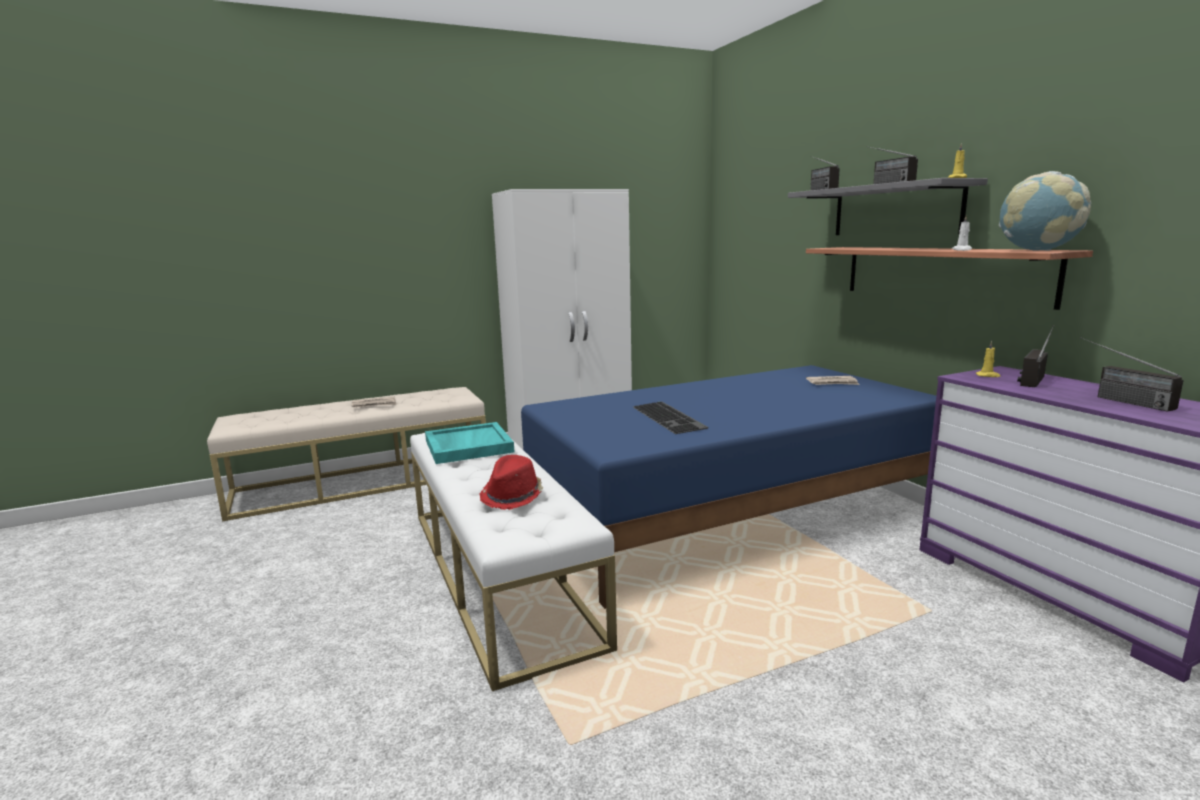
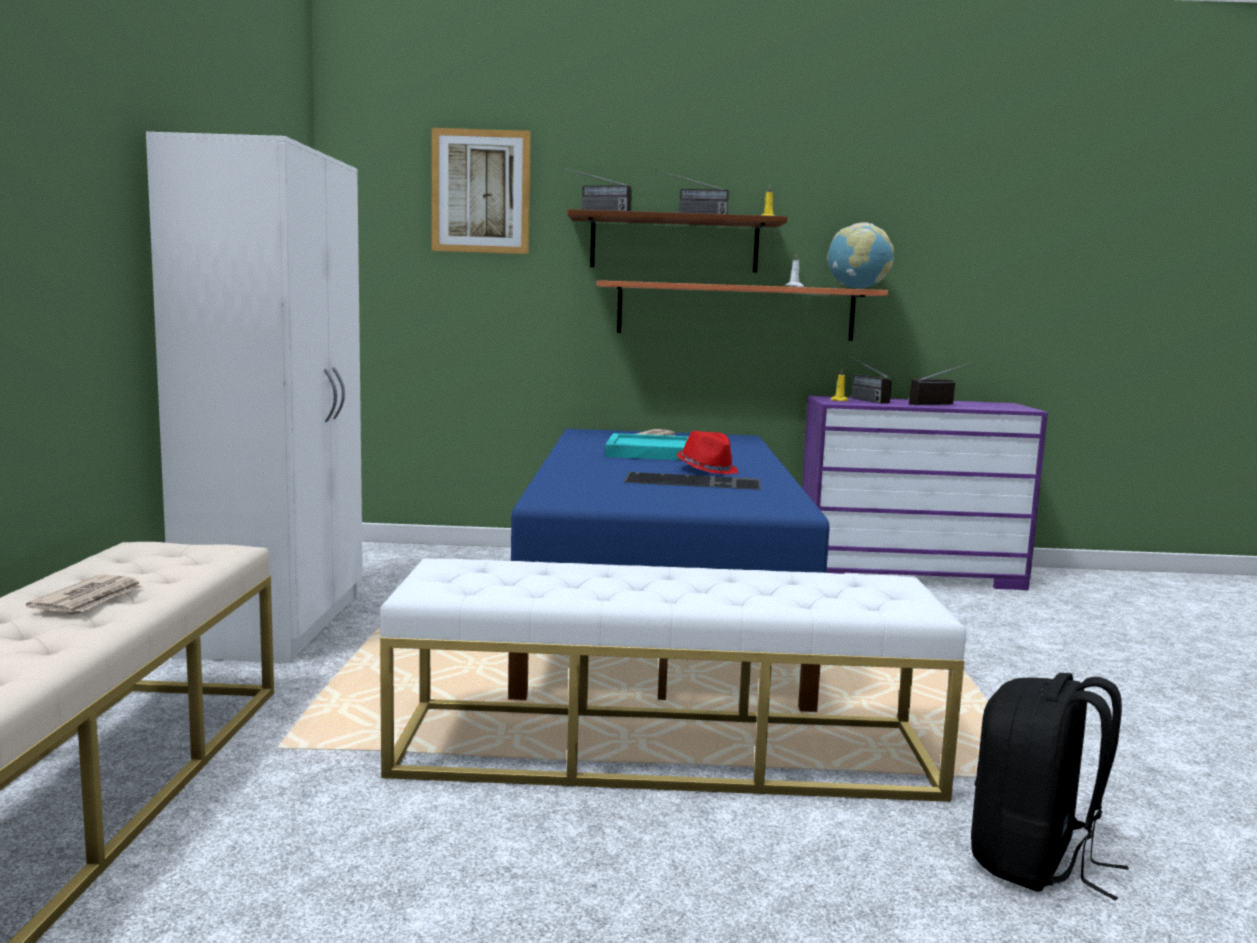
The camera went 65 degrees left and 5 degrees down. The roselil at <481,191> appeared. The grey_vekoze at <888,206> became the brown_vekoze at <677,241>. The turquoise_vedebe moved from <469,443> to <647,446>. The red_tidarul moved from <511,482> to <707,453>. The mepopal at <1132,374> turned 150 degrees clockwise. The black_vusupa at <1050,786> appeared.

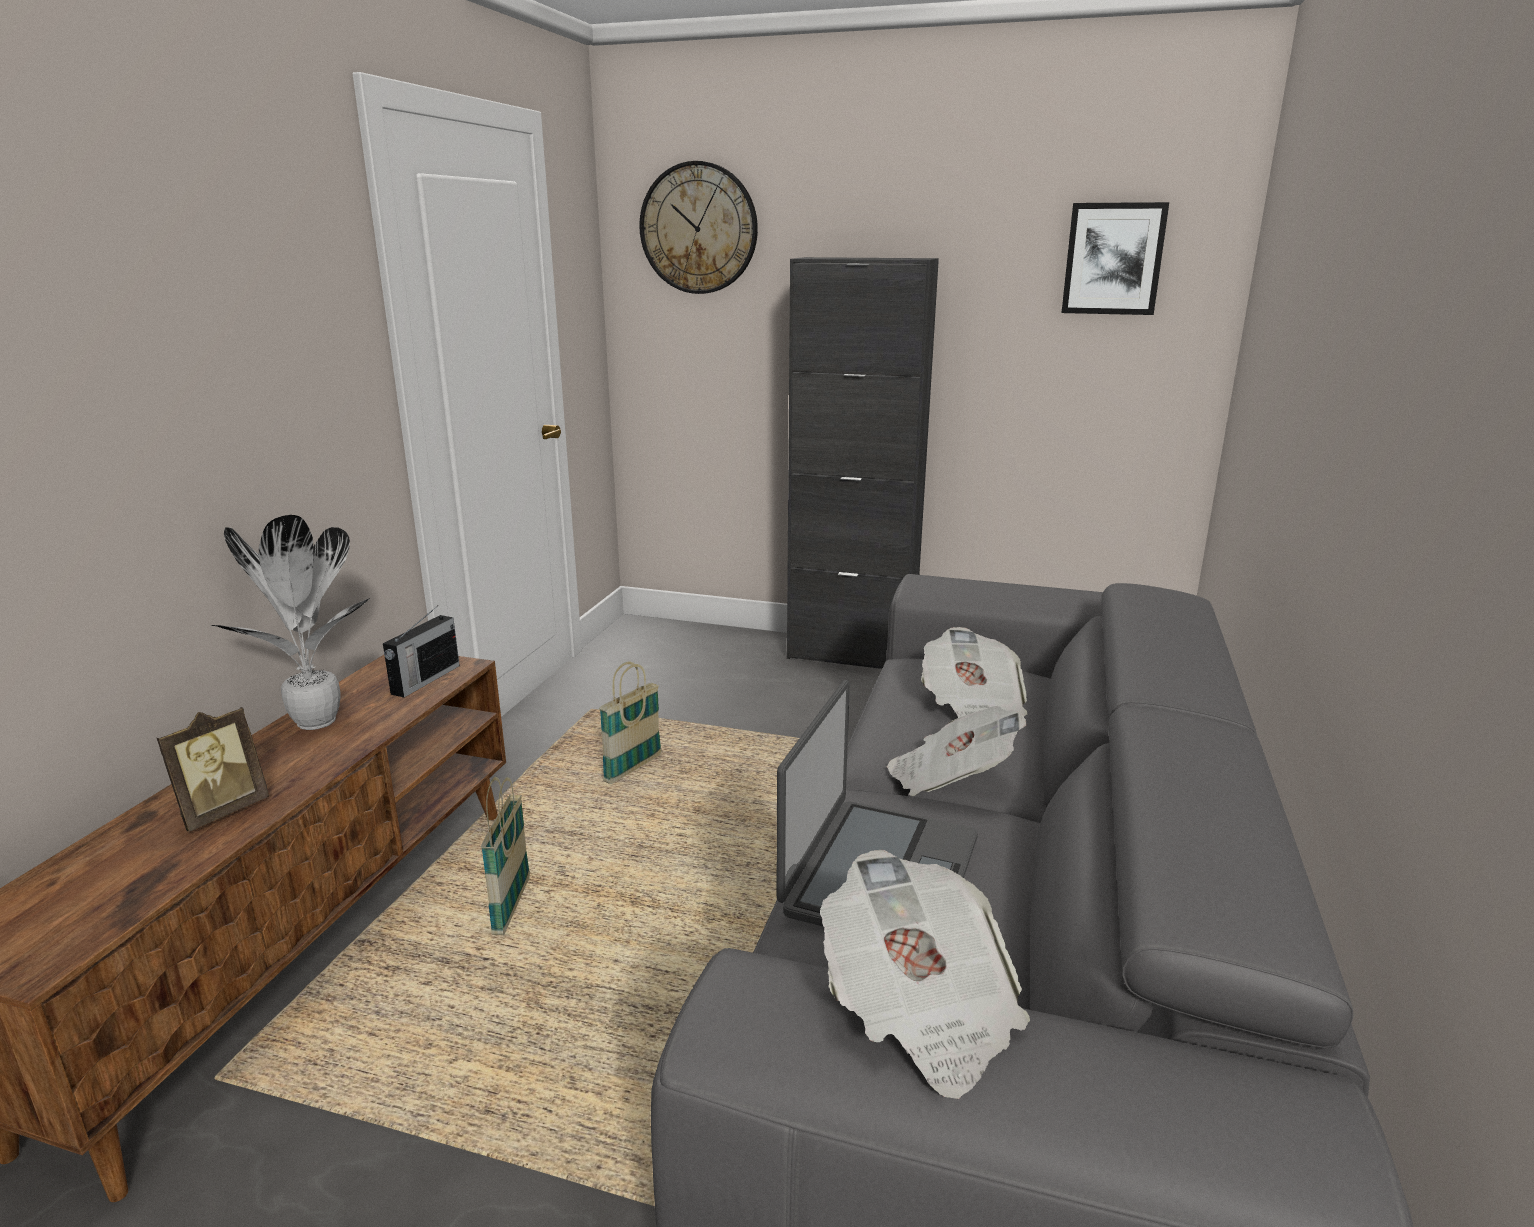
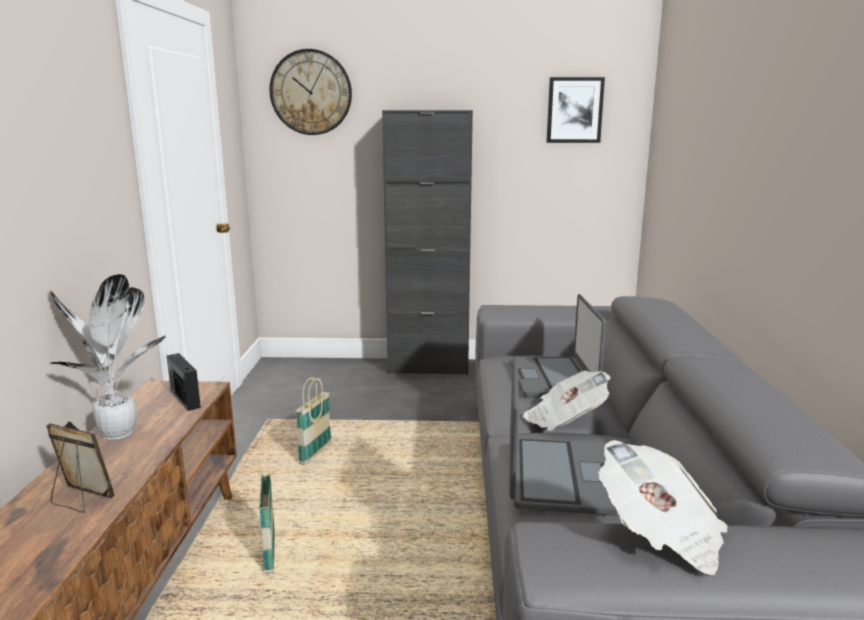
The camera went 15 degrees left and 5 degrees down. The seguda at <213,769> turned 90 degrees counterclockwise. The mepopal at <421,653> turned 135 degrees clockwise. The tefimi at <974,672> was replaced by the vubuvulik at <558,346>.

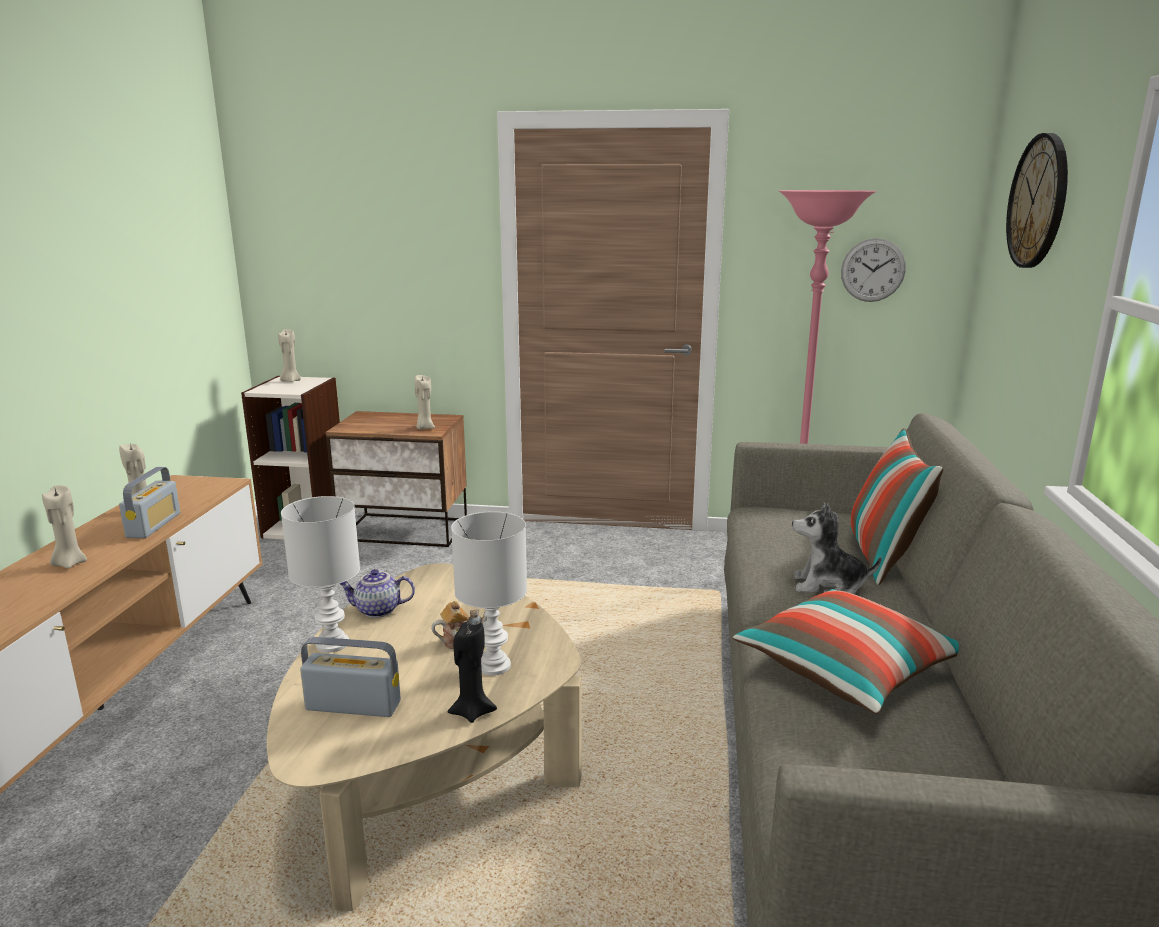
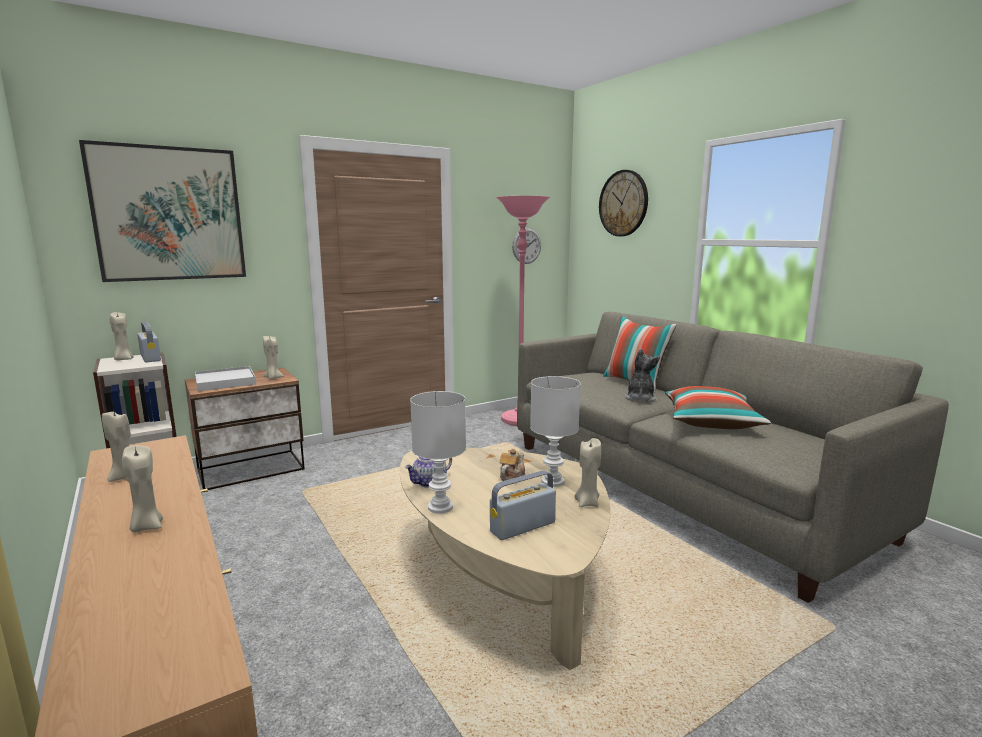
The camera went 40 degrees left and 5 degrees down. The roselil at <162,211> appeared. The mepopal moved from <149,502> to <149,342>. The white_vedebe at <225,378> appeared. The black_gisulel at <472,672> became the beige_gisulel at <587,472>. The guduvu at <836,548> turned 135 degrees clockwise.

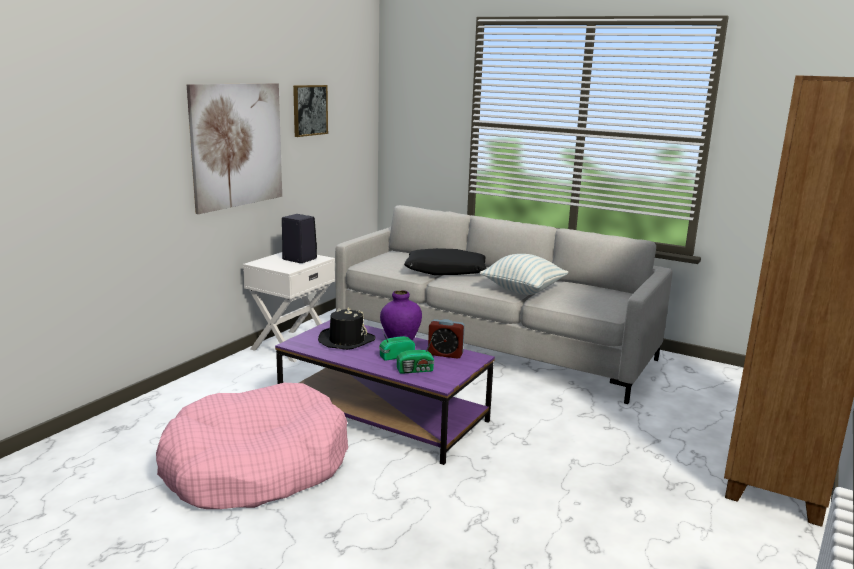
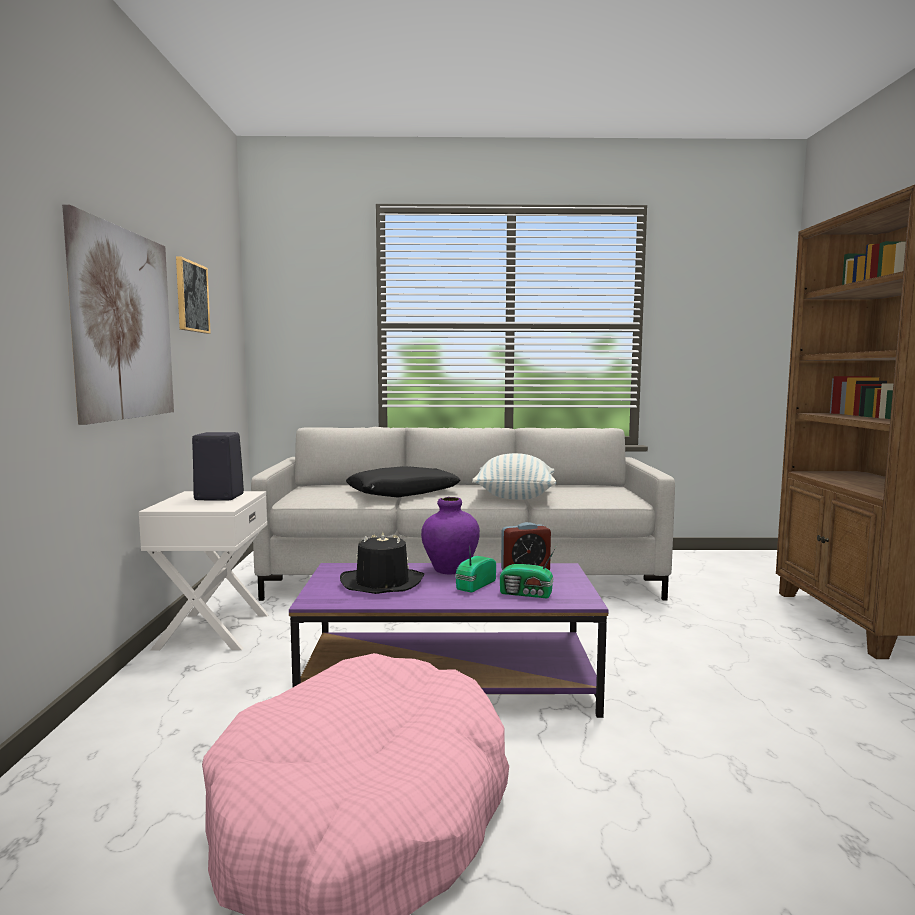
The camera went 30 degrees left and 10 degrees down. The mepopal at <416,354> turned 60 degrees clockwise.

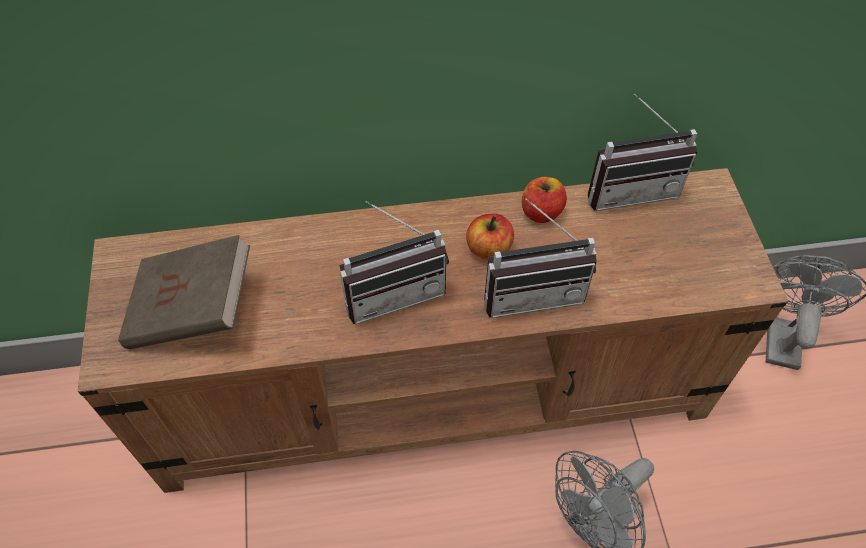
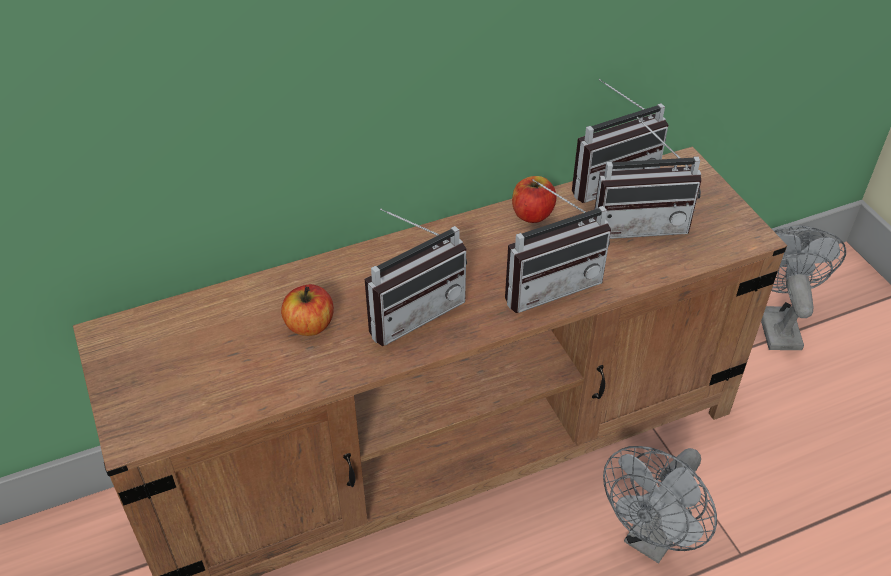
The camera went 15 degrees left and 10 degrees down. The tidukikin moved from <490,236> to <307,310>. The mepopal at <648,178> appeared. The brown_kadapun at <184,292> disappeared.

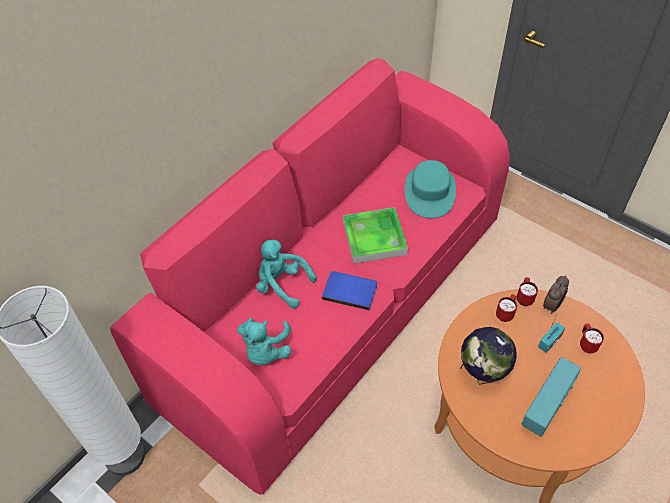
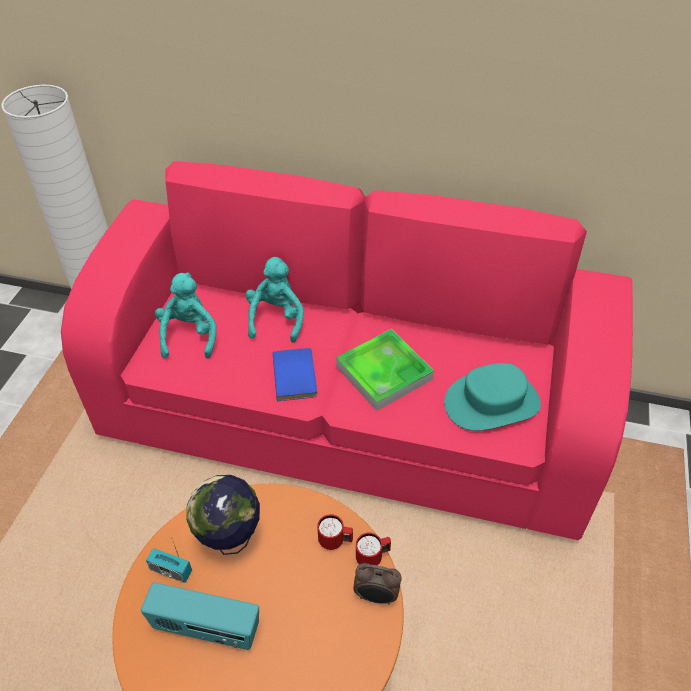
The camera went 65 degrees right and 5 degrees down. The mepopal moved from <551,332> to <169,562>. The turquoise_guduvu at <264,341> turned 105 degrees clockwise. The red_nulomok at <592,338> disappeared.

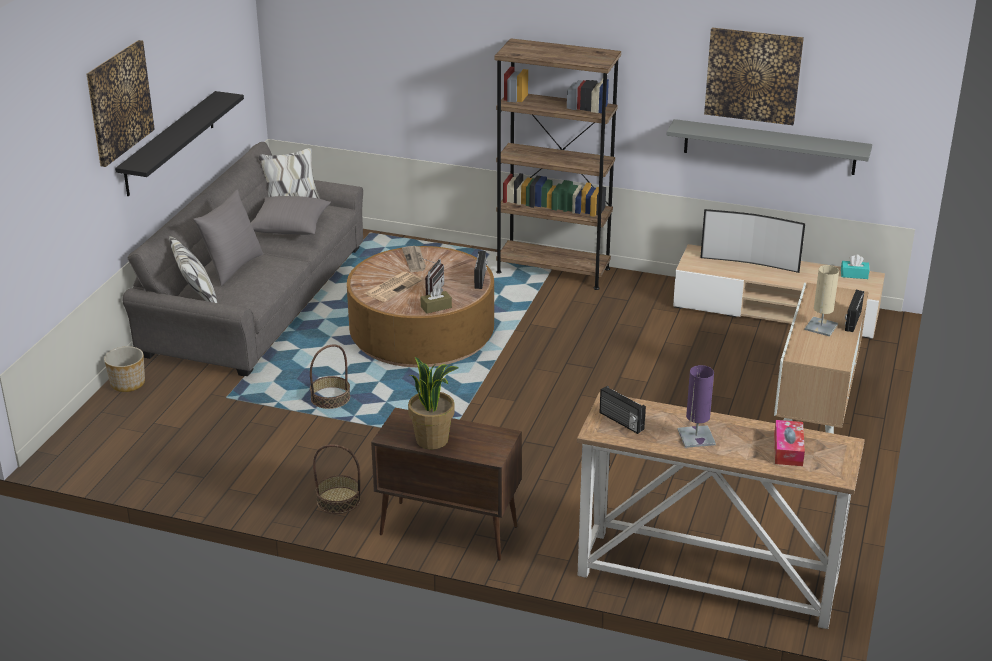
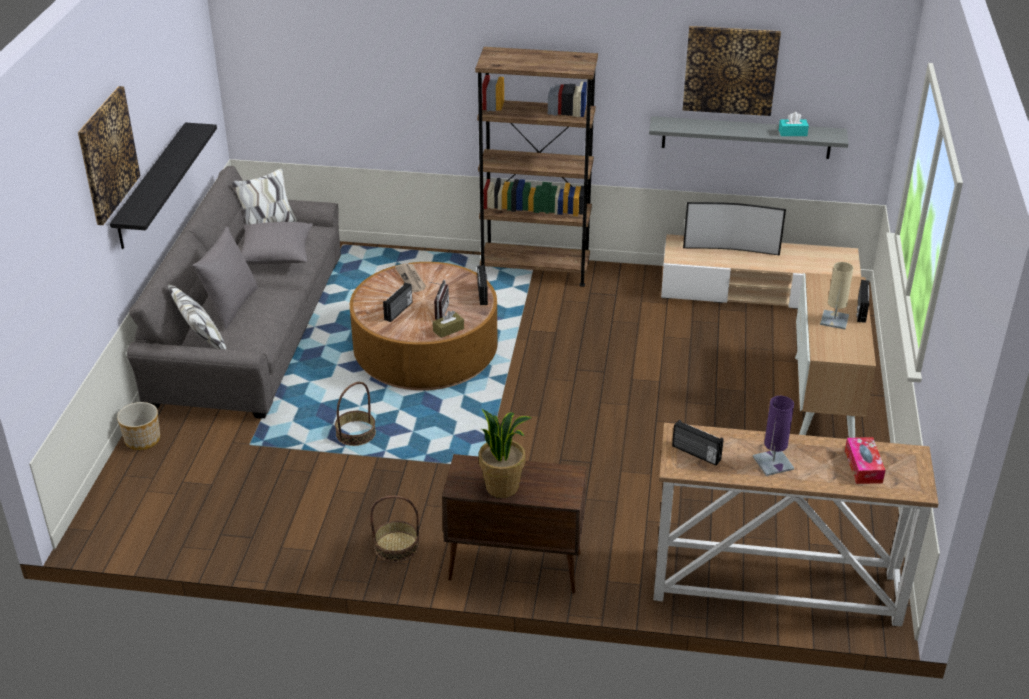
The camera went 10 degrees left and 5 degrees up. The tefimi at <393,287> was replaced by the mepopal at <397,302>. The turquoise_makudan moved from <855,267> to <794,124>.

